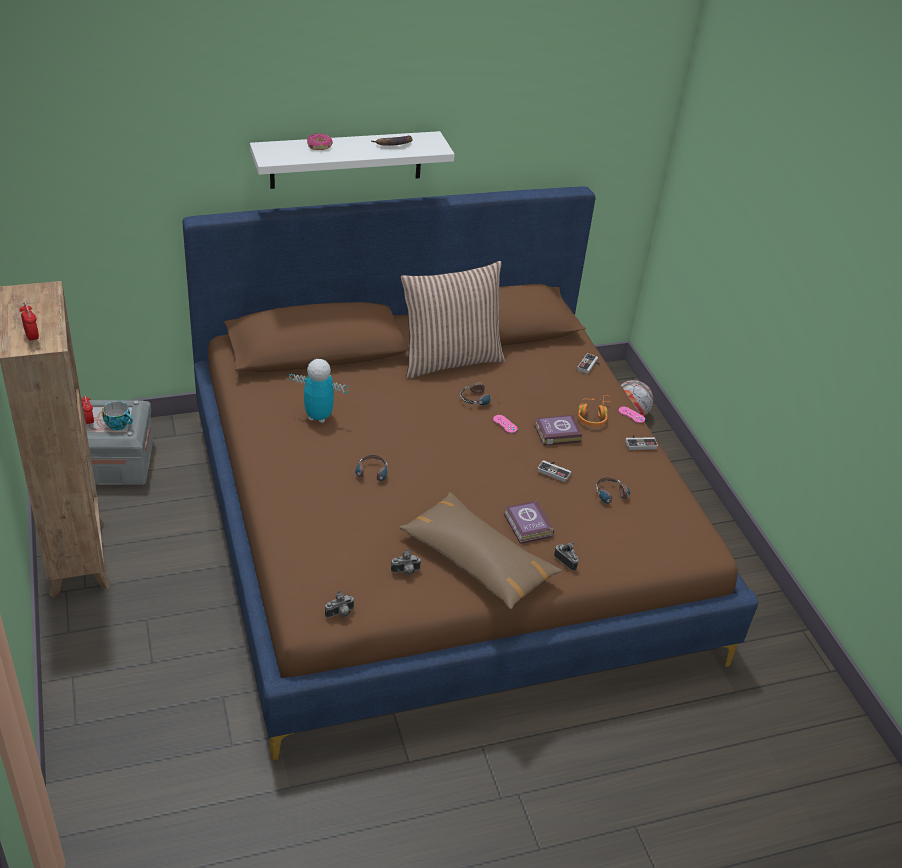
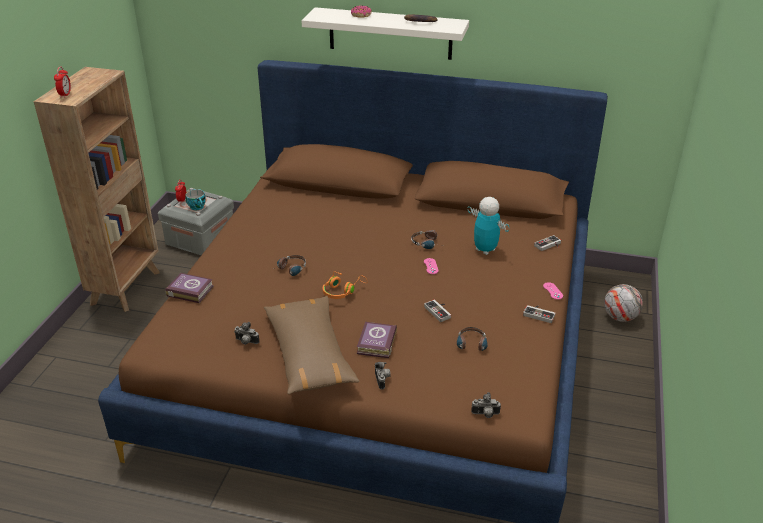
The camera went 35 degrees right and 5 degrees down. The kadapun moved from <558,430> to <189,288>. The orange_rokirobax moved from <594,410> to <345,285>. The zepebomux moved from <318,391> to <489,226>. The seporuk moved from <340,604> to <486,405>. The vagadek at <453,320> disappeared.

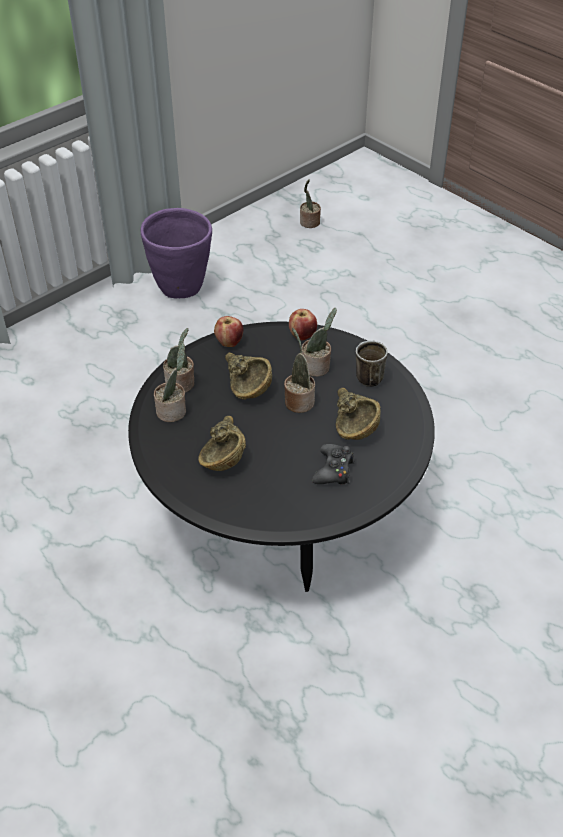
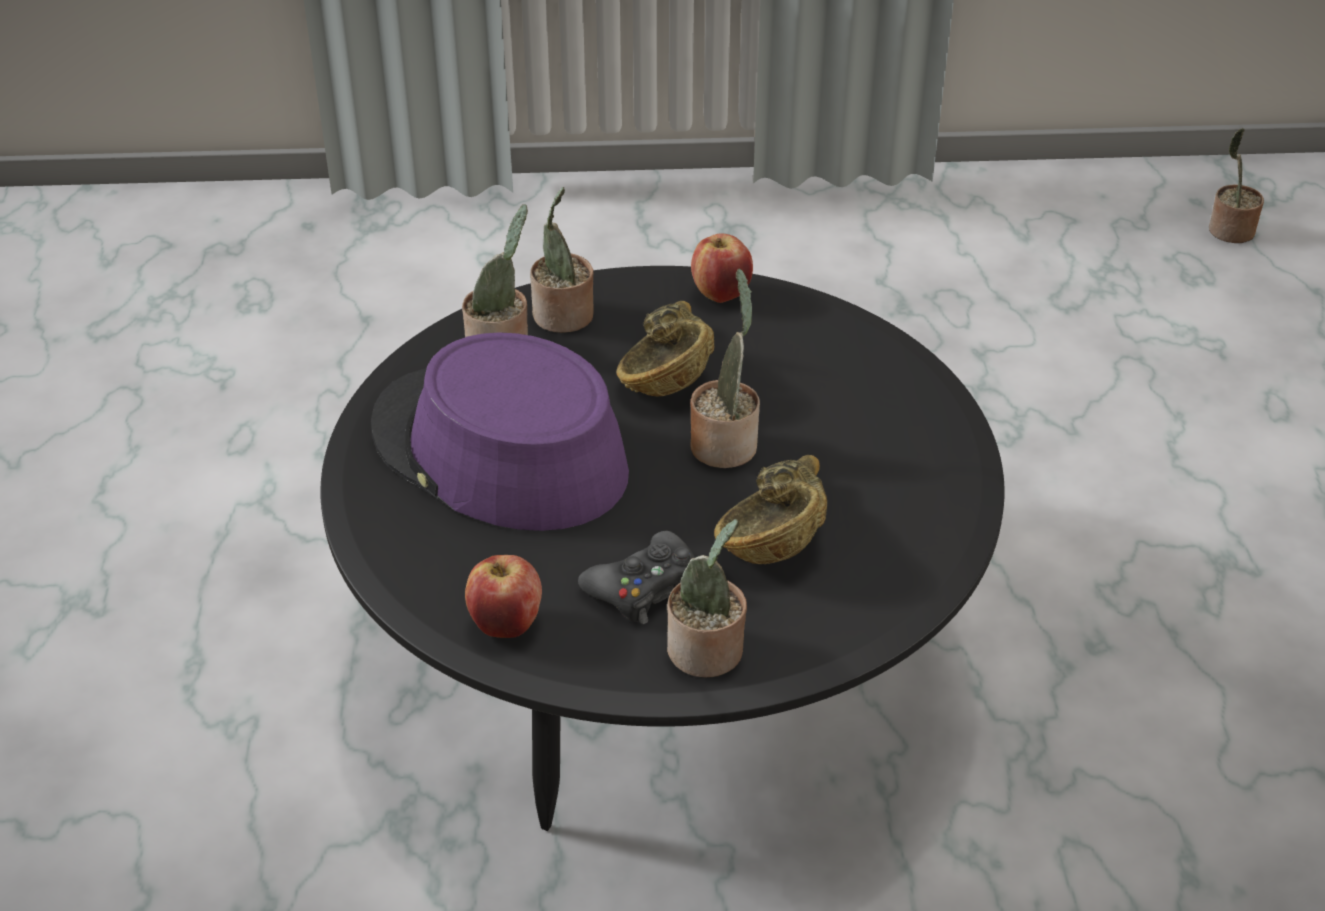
The camera went 40 degrees right and 5 degrees down. The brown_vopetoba at <222,443> was replaced by the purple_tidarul at <500,431>. The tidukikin moved from <303,325> to <503,596>. The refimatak moved from <319,342> to <707,598>. The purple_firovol at <176,253> disappeared. The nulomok at <372,363> disappeared.

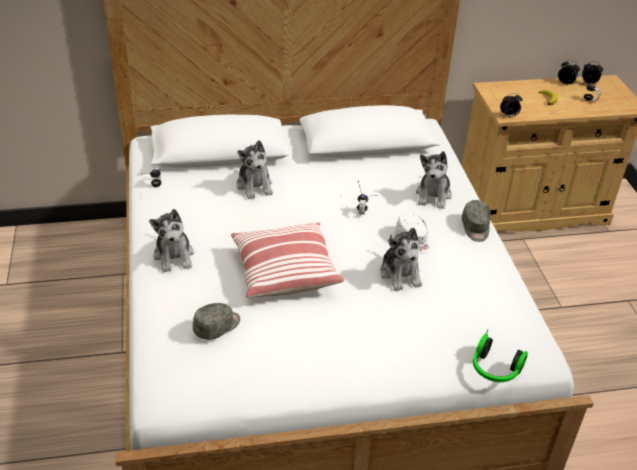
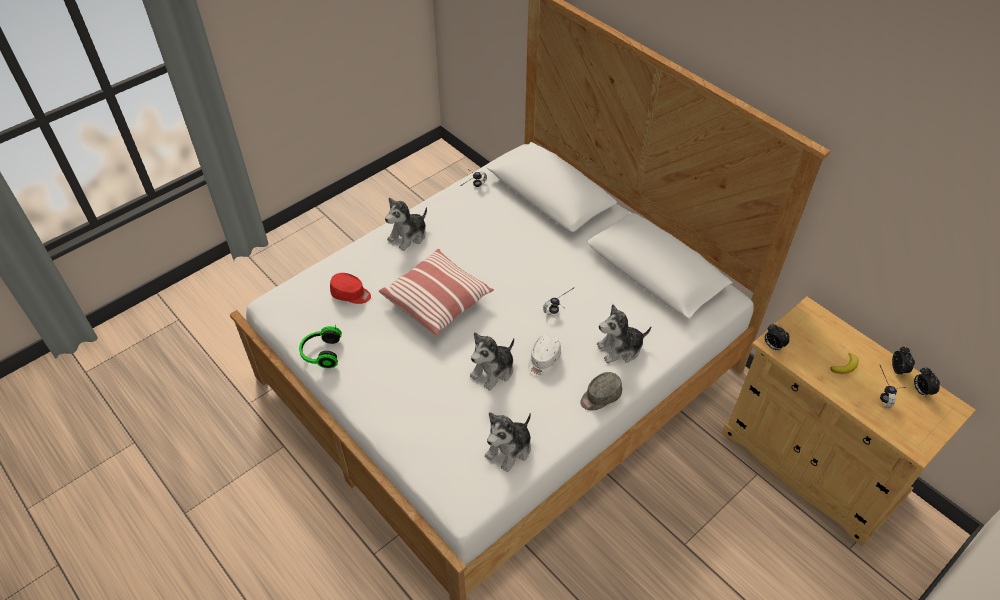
The camera went 60 degrees right and 10 degrees up. The rokirobax moved from <500,355> to <320,346>. The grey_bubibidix at <216,321> became the red_bubibidix at <350,288>. The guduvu moved from <255,169> to <508,442>.

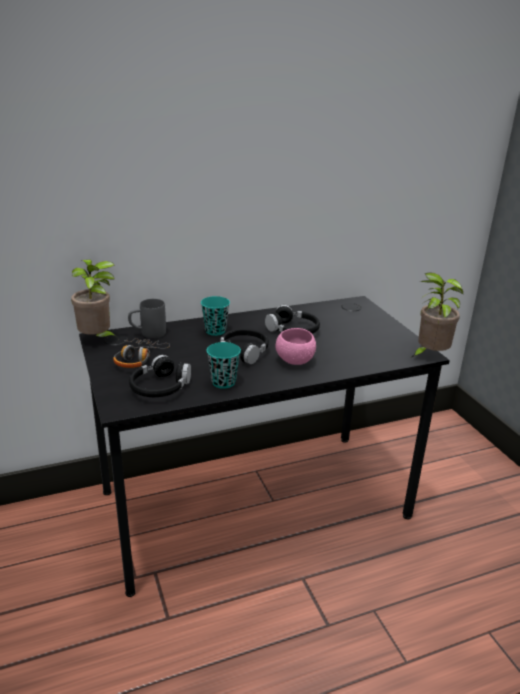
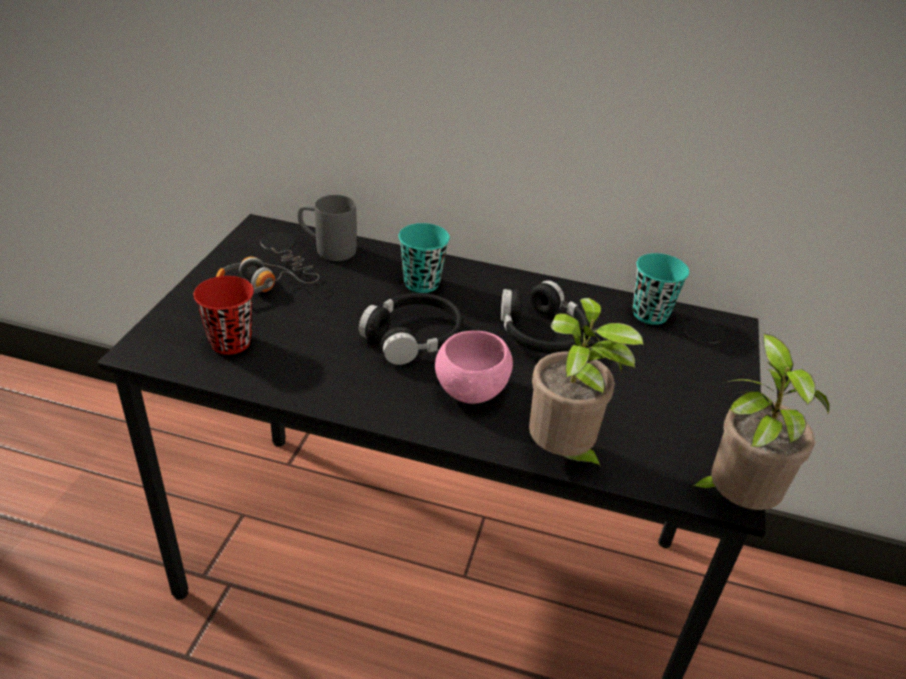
The camera went 35 degrees right and 10 degrees up. The black_rokirobax at <160,376> was replaced by the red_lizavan at <223,315>. The refimatak moved from <94,299> to <586,386>. The turquoise_lizavan moved from <223,365> to <661,289>.

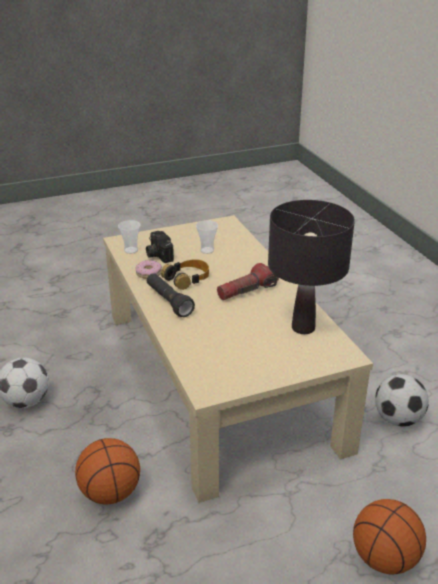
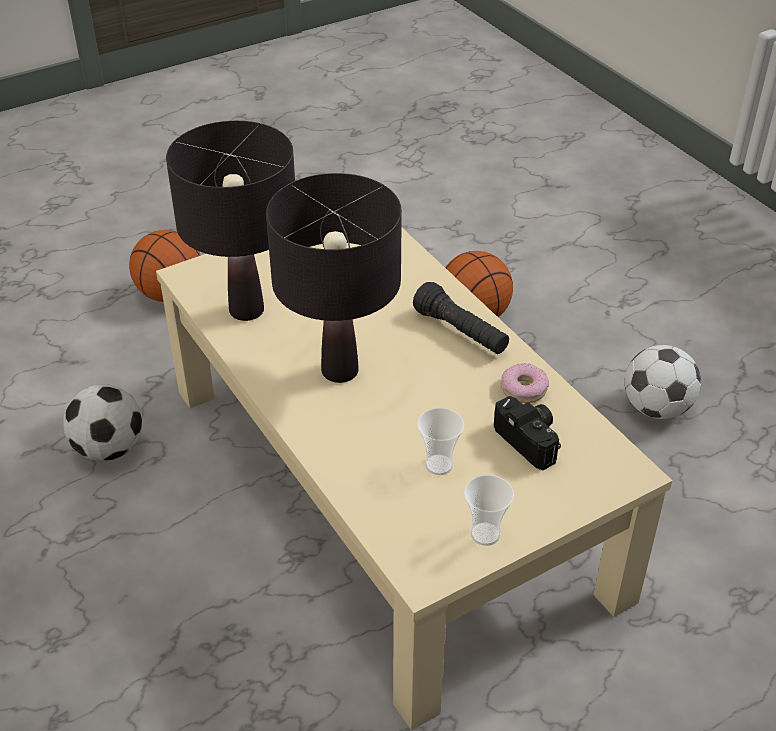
The camera went 170 degrees right and 10 degrees up. The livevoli at <248,281> was replaced by the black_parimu at <334,278>. The lizavan moved from <129,237> to <489,510>. The rokirobax at <185,274> disappeared.

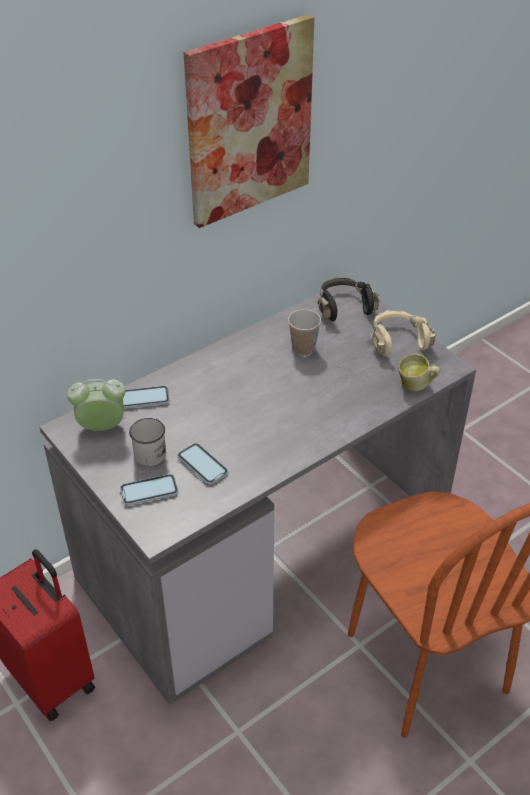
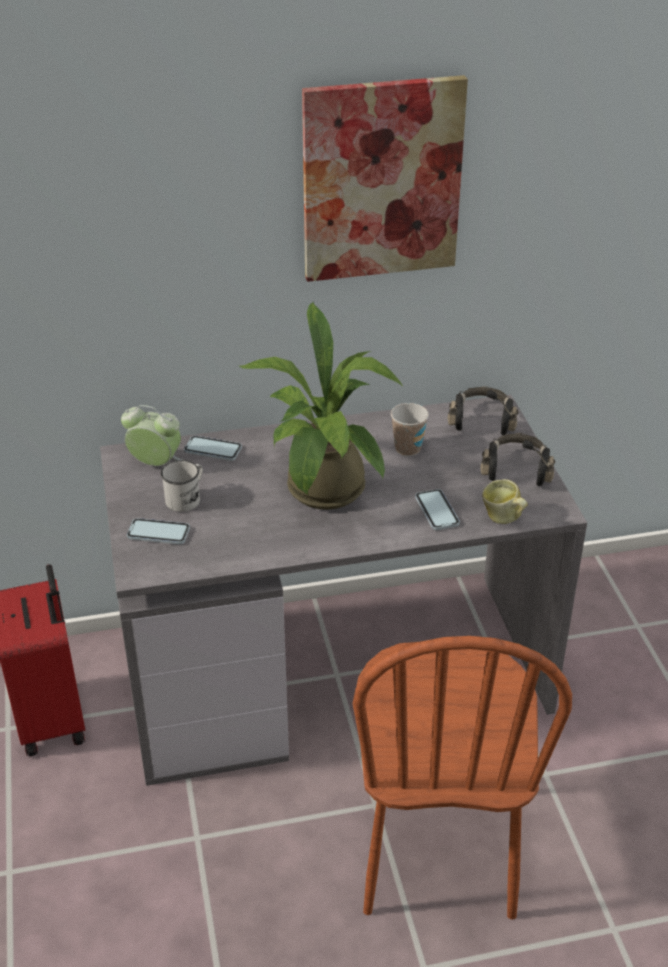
The camera went 25 degrees right and 5 degrees down. The refimatak at <321,405> appeared. The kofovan moved from <202,464> to <437,509>. The beige_rokirobax at <403,333> became the black_rokirobax at <517,459>.

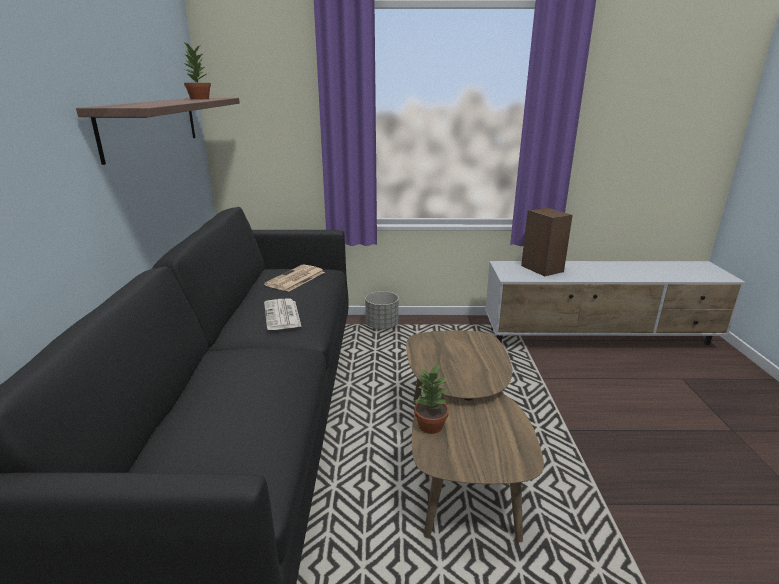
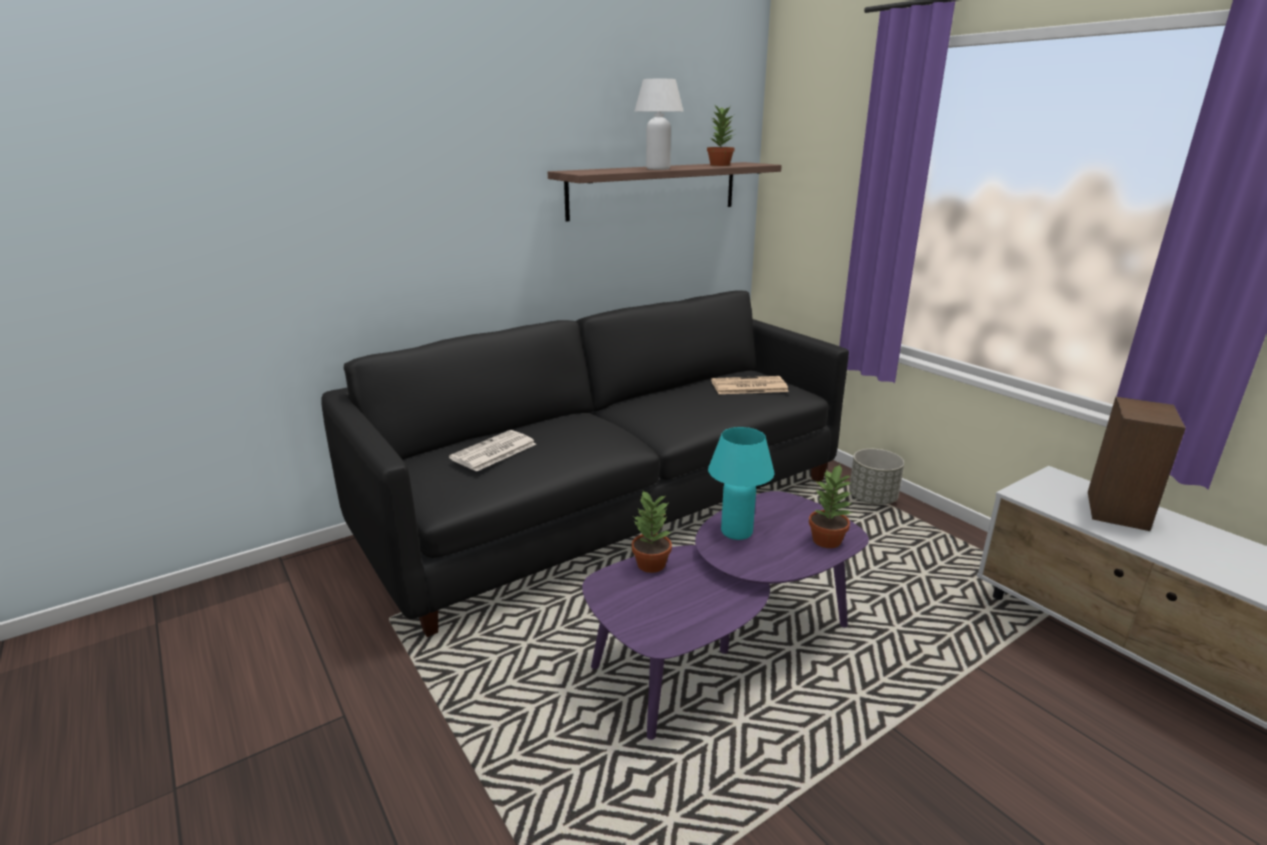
The camera went 55 degrees right and 0 degrees up. The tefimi moved from <283,314> to <492,451>. The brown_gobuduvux at <475,436> became the purple_gobuduvux at <725,615>. The white_parimu at <658,124> appeared. The turquoise_parimu at <741,483> appeared. The refimatak at <830,506> appeared.

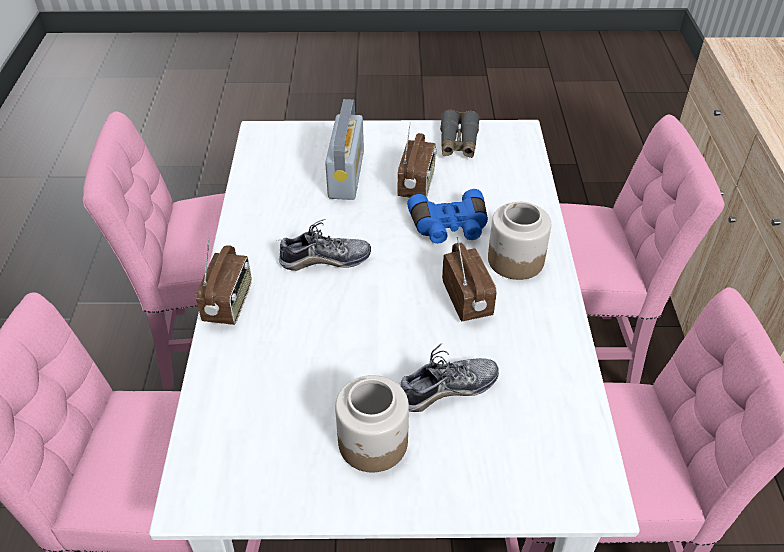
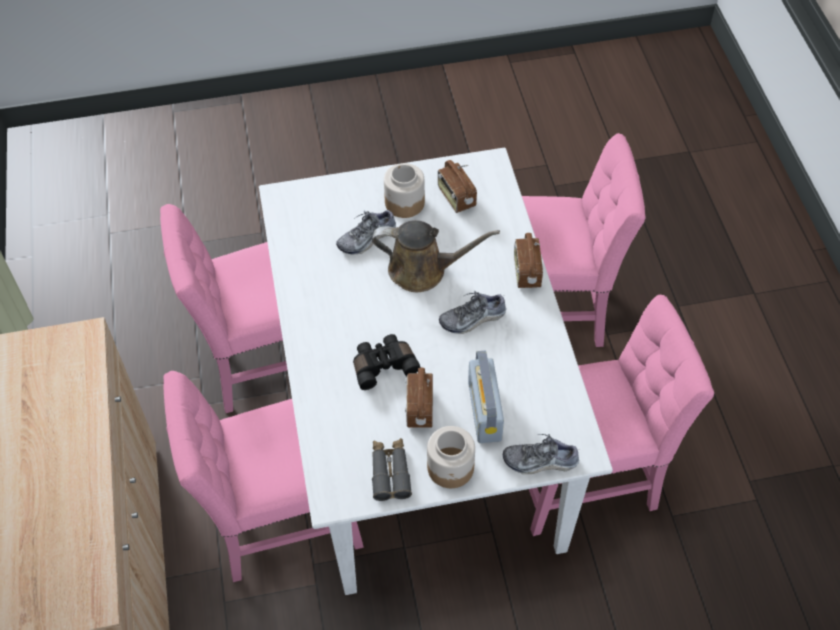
The camera went 170 degrees right and 10 degrees up. The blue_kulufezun at <447,216> became the black_kulufezun at <387,362>. The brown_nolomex at <436,256> appeared. The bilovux moved from <519,241> to <451,457>. The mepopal moved from <469,279> to <457,186>. The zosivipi at <541,454> appeared.

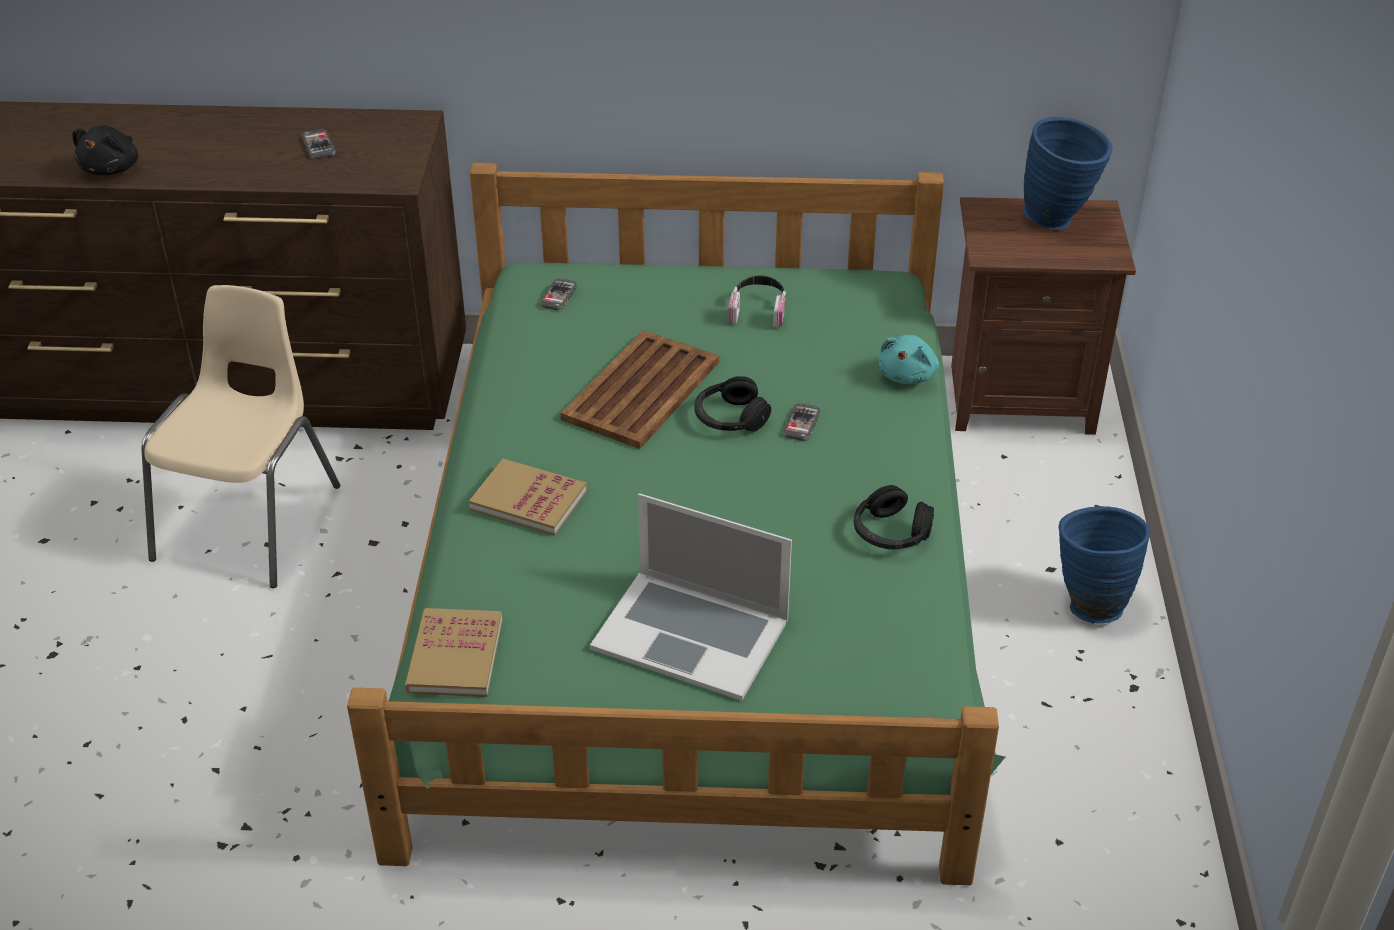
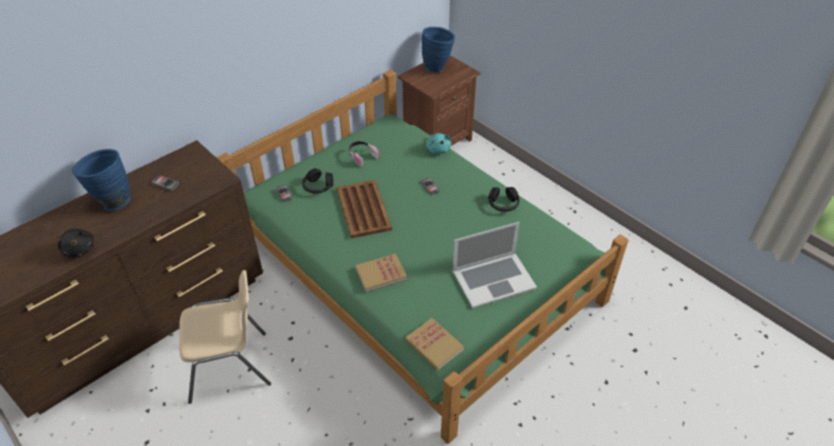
The camera went 45 degrees left and 5 degrees up. The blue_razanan moved from <1104,565> to <101,180>. The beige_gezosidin at <241,436> turned 105 degrees clockwise. The black_rokirobax moved from <732,404> to <317,181>.

